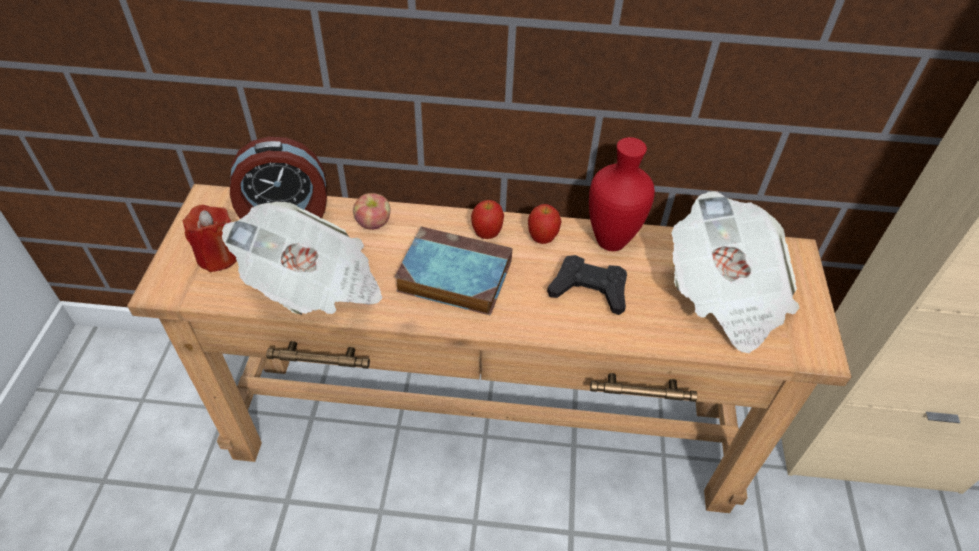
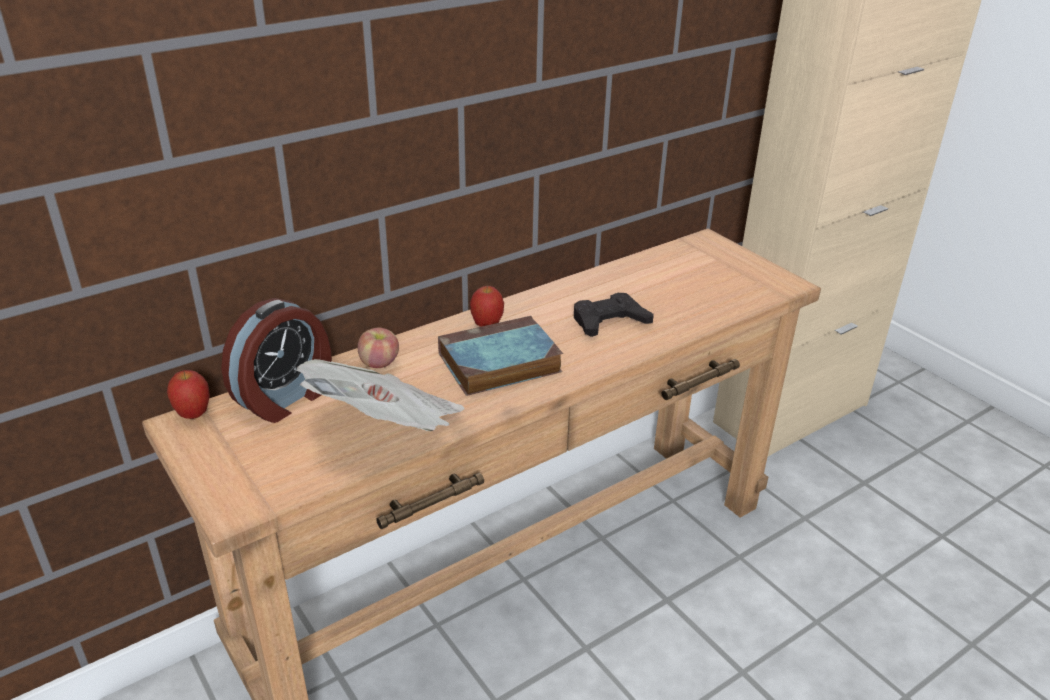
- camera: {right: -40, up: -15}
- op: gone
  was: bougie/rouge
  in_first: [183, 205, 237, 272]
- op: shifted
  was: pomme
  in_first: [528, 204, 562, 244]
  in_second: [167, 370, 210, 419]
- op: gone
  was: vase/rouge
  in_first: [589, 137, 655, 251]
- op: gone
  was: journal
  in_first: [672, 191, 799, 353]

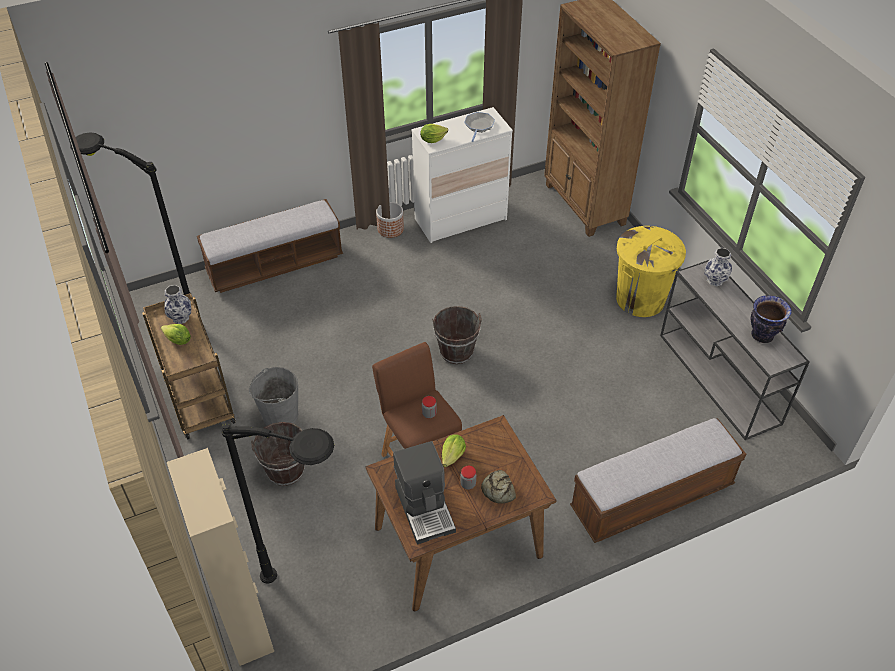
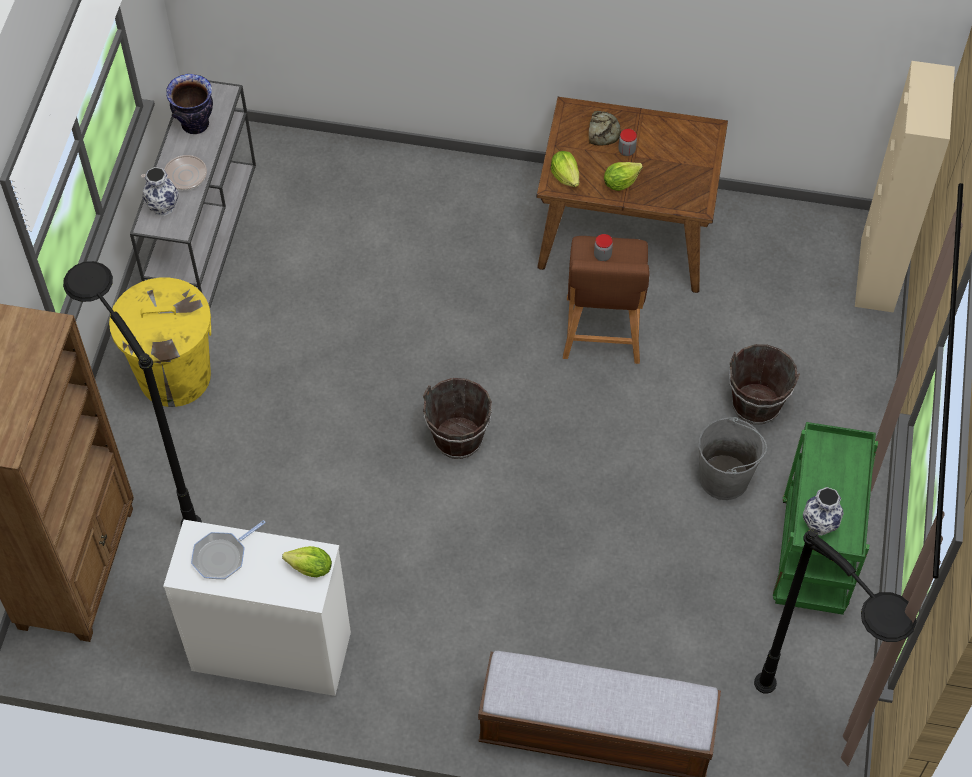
- camera: {right: -145, up: 10}
- op: repainted
  was: chariot/marron
  now: chariot/vert
  in_first: [142, 293, 236, 440]
  in_second: [773, 422, 878, 615]
- op: shifted
  was: laitue
  in_first: [161, 324, 191, 345]
  in_second: [551, 151, 579, 187]
- op: shifted
  was: lampadaire/noir
  in_first: [221, 422, 334, 584]
  in_second: [63, 261, 202, 526]
- op: gone
  was: cache-pot
  in_first: [376, 202, 404, 238]
- op: gone
  was: machine à café
  in_first: [393, 441, 456, 544]
- op: gone
  was: banc
  in_first: [570, 418, 746, 543]
- op: new
  now: poêle
  in_second: [141, 155, 207, 190]

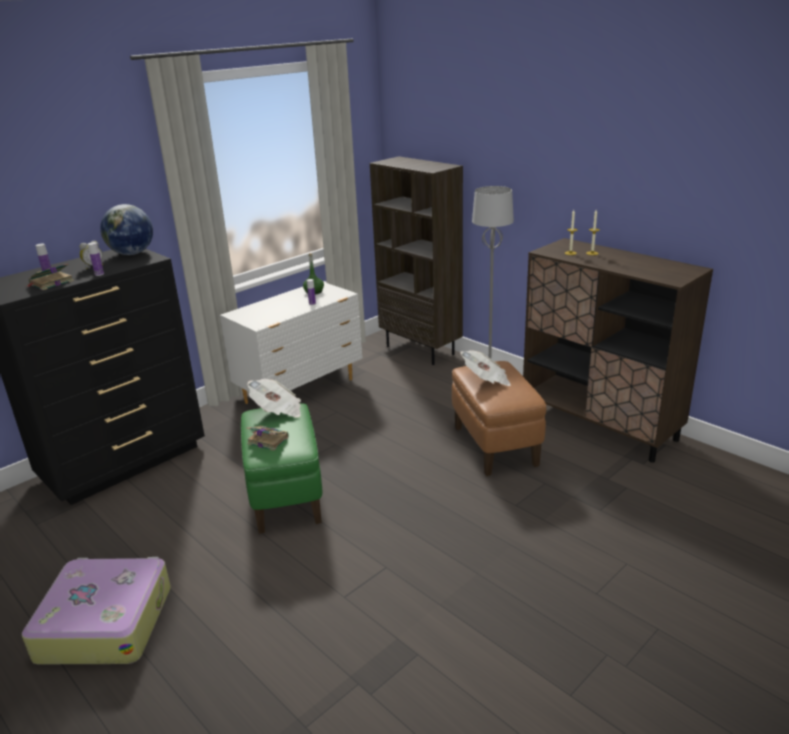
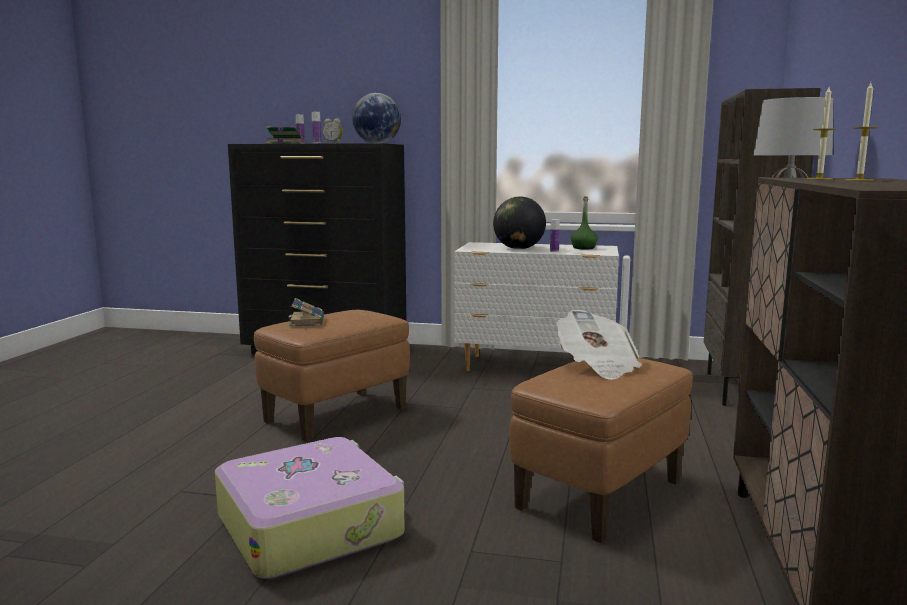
- camera: {right: 55, up: -15}
- op: shifted
  was: valise
  in_first: [22, 557, 171, 664]
  in_second: [215, 437, 405, 579]
- op: repainted
  was: pouf/vert
  now: pouf/marron
  in_first: [241, 403, 322, 534]
  in_second: [254, 310, 410, 442]
- op: gone
  was: journal
  in_first: [247, 379, 301, 417]
- op: new
  now: globe
  in_second: [493, 196, 546, 249]

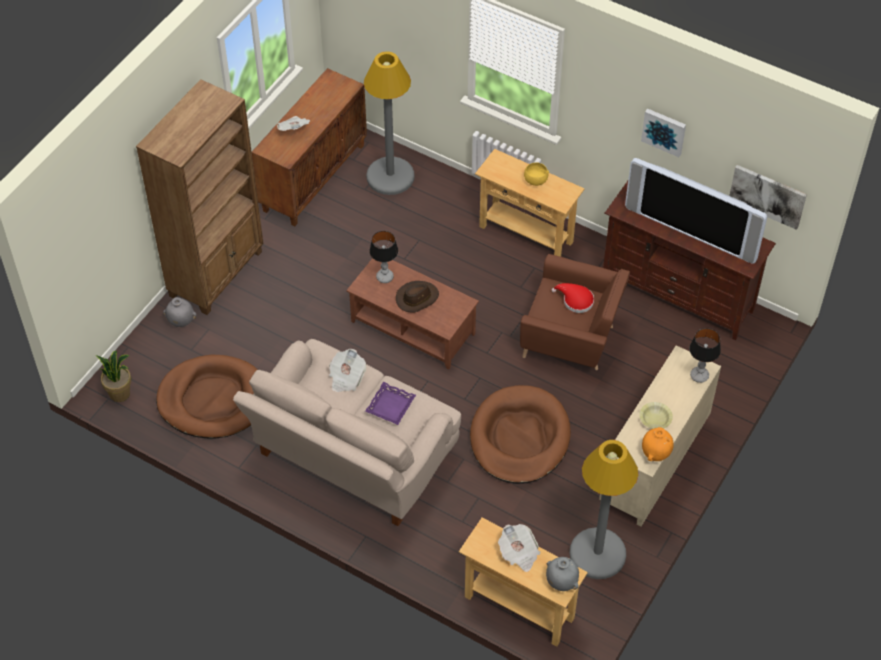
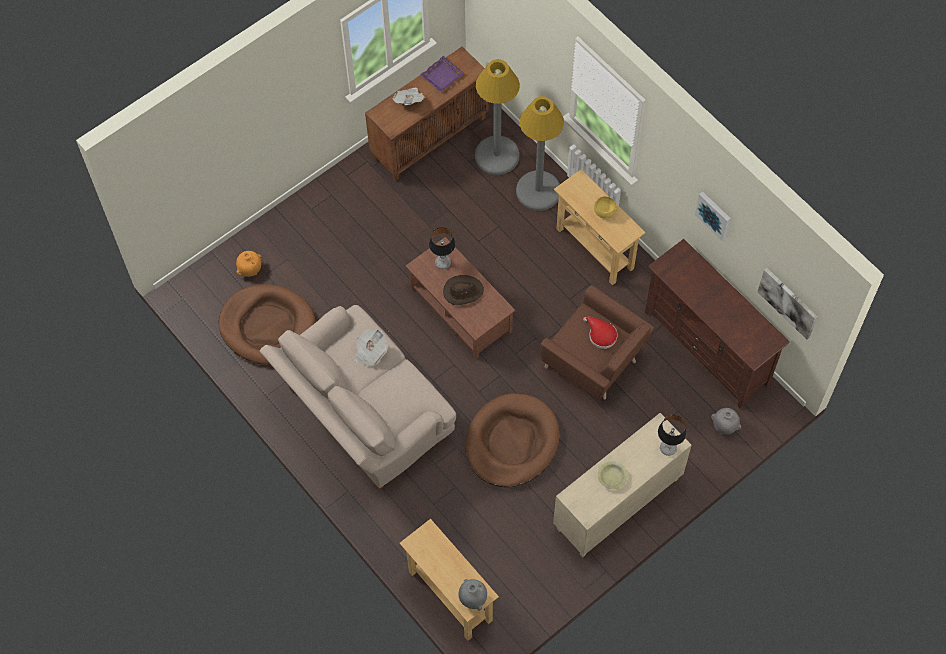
- camera: {right: 20, up: 10}
- op: gone
  was: plante en pot
  in_first: [96, 351, 131, 402]
- op: gone
  was: bibliothèque/marron
  in_first: [136, 79, 264, 315]
- op: shifted
  was: vase/gris
  in_first: [163, 297, 197, 327]
  in_second: [711, 408, 741, 434]
- op: shifted
  was: plateau/violet
  in_first: [365, 382, 416, 425]
  in_second: [420, 56, 464, 92]
- op: gone
  was: journal
  in_first: [498, 524, 541, 572]
- op: shifted
  was: lampadaire/gris
  in_first: [569, 440, 638, 579]
  in_second: [516, 96, 564, 211]
- op: gone
  was: téléviseur
  in_first: [625, 158, 767, 264]
- op: shifted
  was: vase/orange
  in_first: [642, 427, 674, 461]
  in_second: [236, 251, 262, 277]

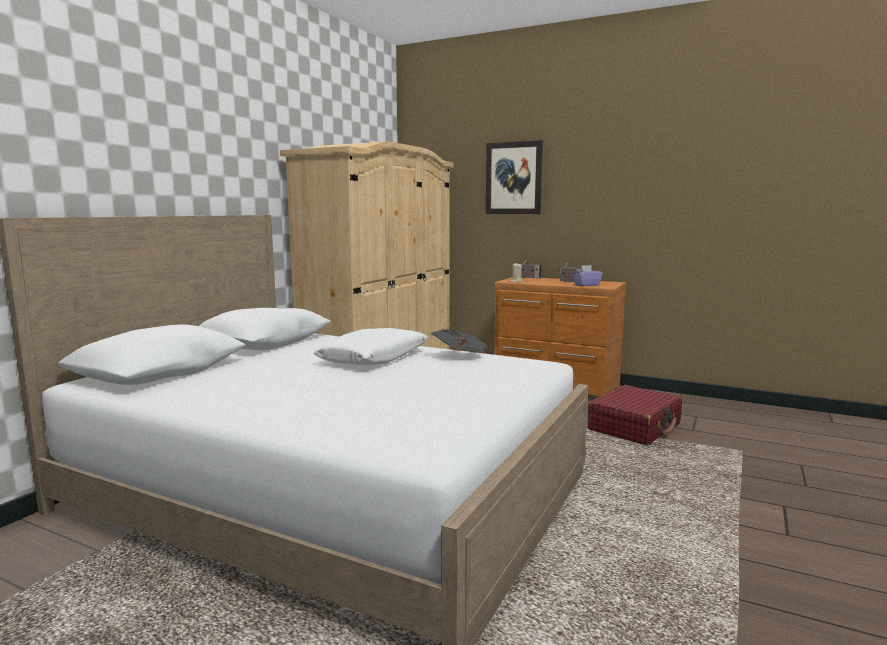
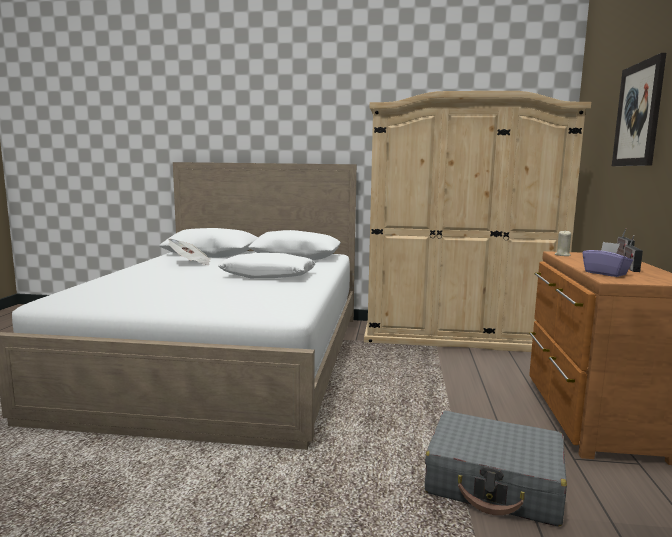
- camera: {right: 70, up: 0}
- op: shifted
  was: journal
  in_first: [431, 329, 488, 352]
  in_second: [168, 239, 211, 265]
- op: repainted
  was: valise/rouge
  now: valise/gris
  in_first: [587, 385, 682, 445]
  in_second: [425, 411, 567, 527]

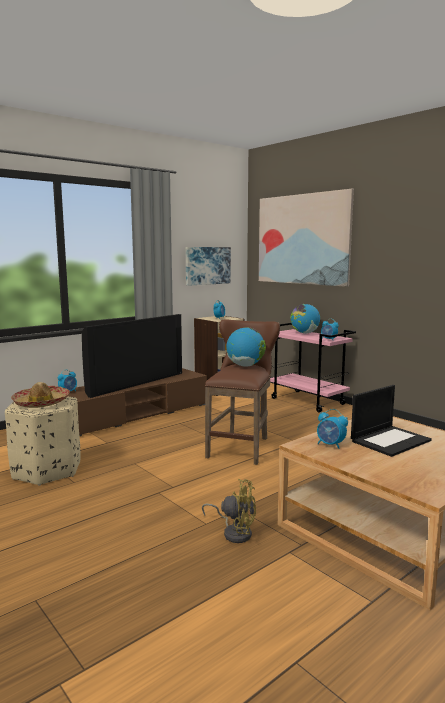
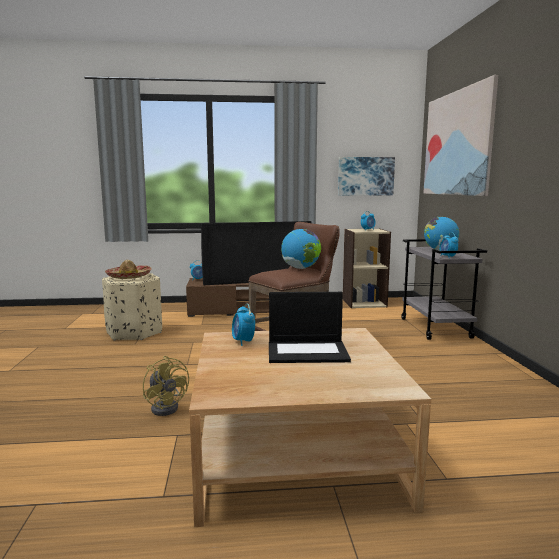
- camera: {right: 35, up: 0}
- op: repainted
  was: chariot/rose
  now: chariot/gris
  in_first: [270, 323, 356, 413]
  in_second: [401, 239, 487, 340]

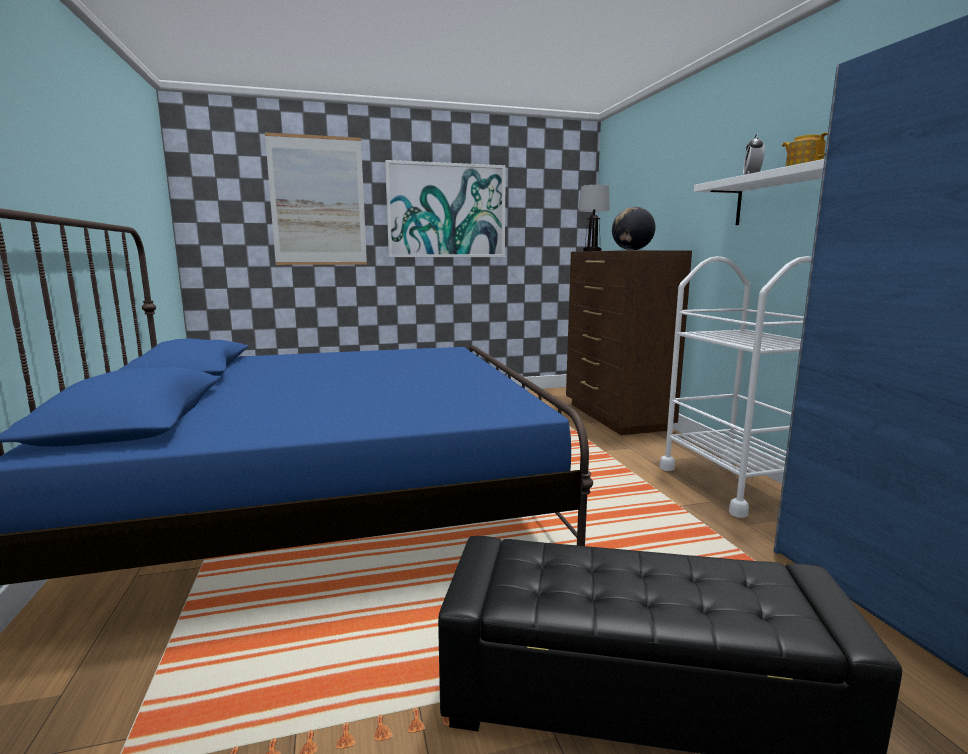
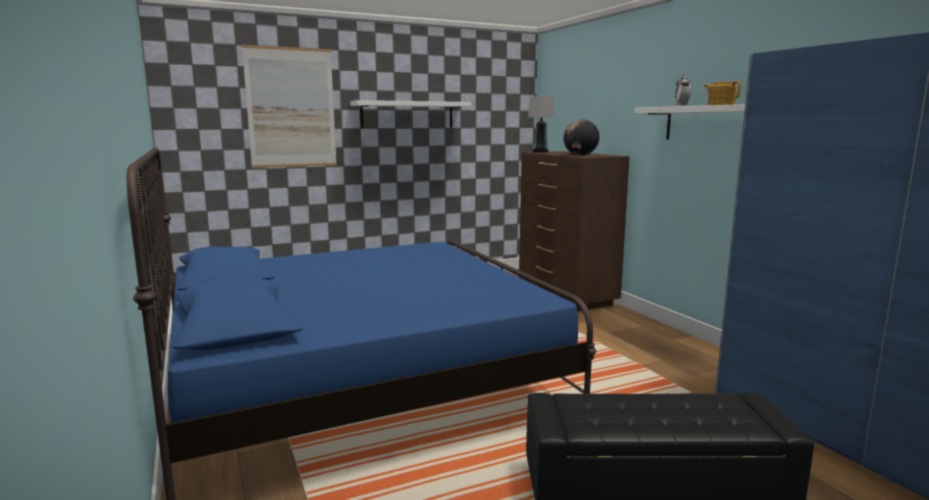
- camera: {right: -10, up: 0}
- op: swapped
  was: tableau
  now: étagère/blanc
  in_first: [385, 160, 506, 257]
  in_second: [350, 100, 471, 128]
- op: gone
  was: chariot/blanc
  in_first: [660, 256, 812, 518]

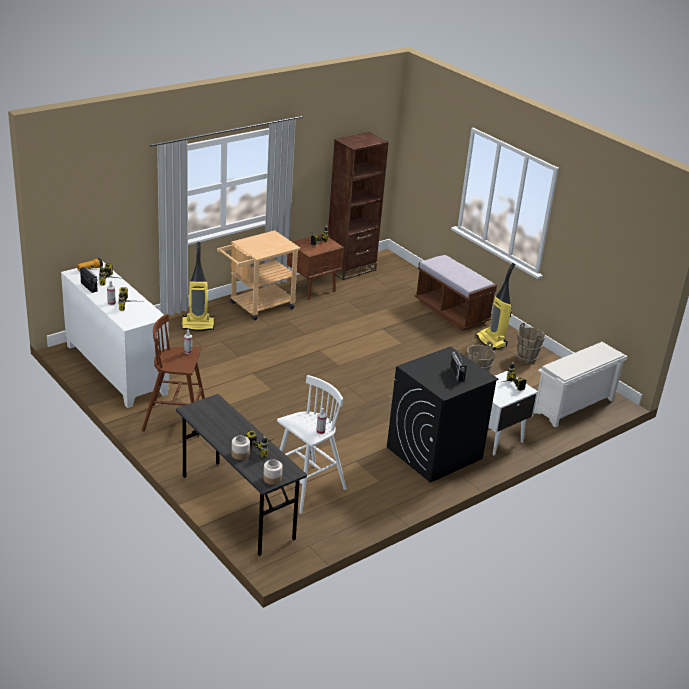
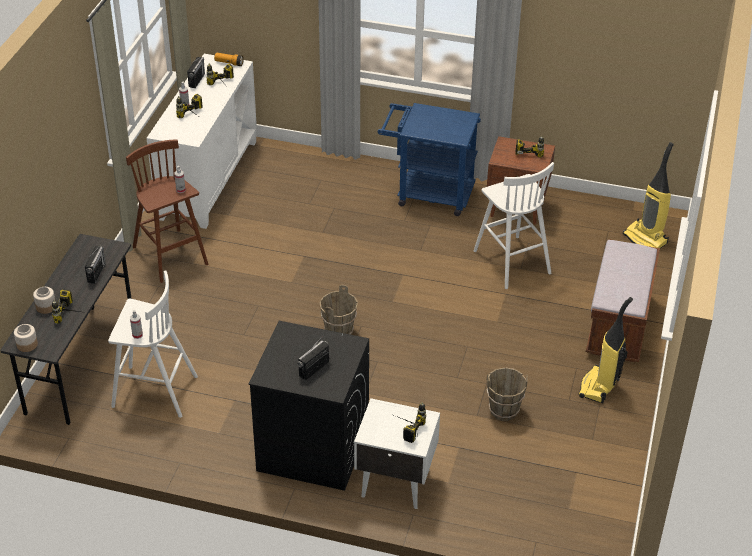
- camera: {right: 55, up: 10}
- op: shifted
  was: aspirateur
  in_first: [182, 242, 214, 331]
  in_second: [623, 142, 674, 248]
- op: repainted
  was: chariot/beige
  now: chariot/bleu
  in_first: [217, 230, 301, 321]
  in_second: [377, 103, 481, 216]
- op: gone
  was: bibliothèque/marron
  in_first: [328, 132, 389, 280]
- op: shifted
  was: seau/marron
  in_first: [516, 322, 545, 364]
  in_second: [320, 285, 358, 335]
- op: gone
  was: étagère à chaussures/blanc
  in_first: [534, 342, 627, 427]
- op: new
  now: radio
  in_second: [85, 246, 106, 284]
- op: new
  now: tabouret/blanc
  in_second: [474, 162, 554, 289]

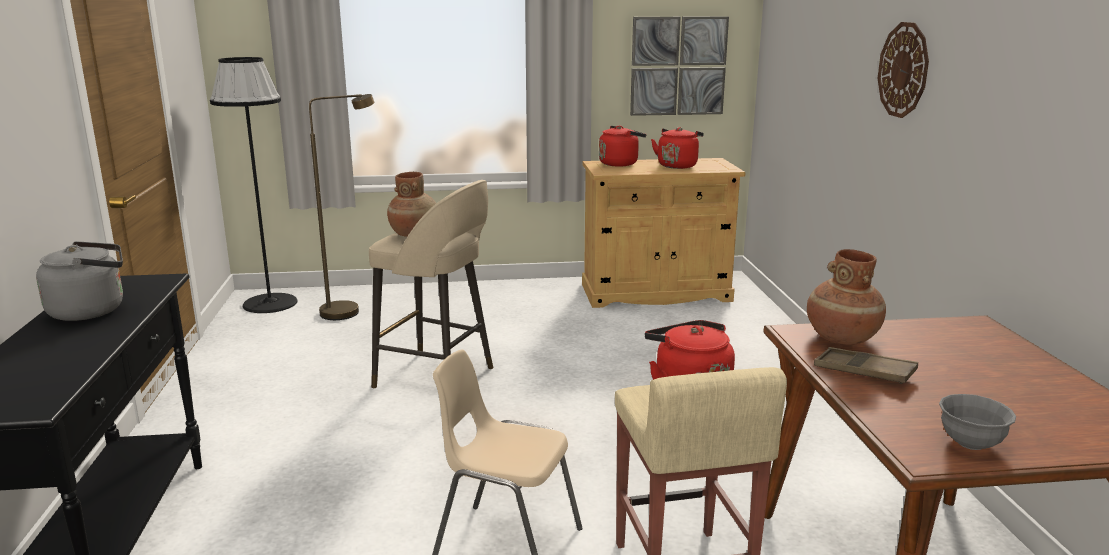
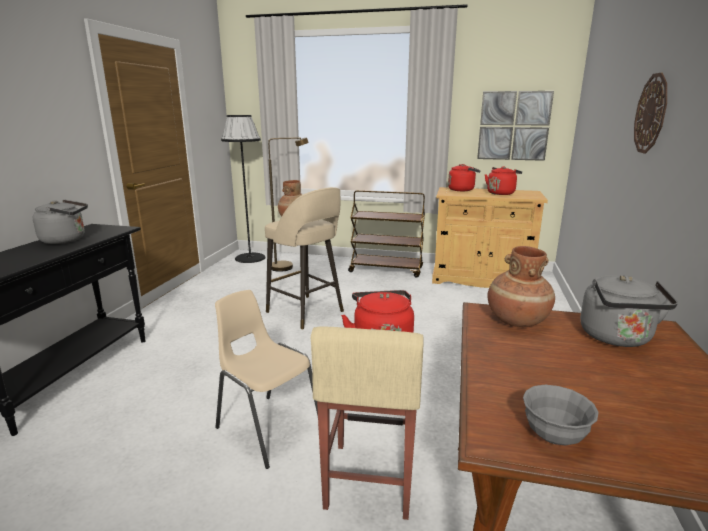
- camera: {right: 20, up: 0}
- op: gone
  was: plateau/marron
  in_first: [814, 347, 918, 384]
- op: new
  now: chariot/marron
  in_second: [348, 190, 425, 278]
- op: new
  now: bouilloire/gris
  in_second: [580, 275, 678, 347]

